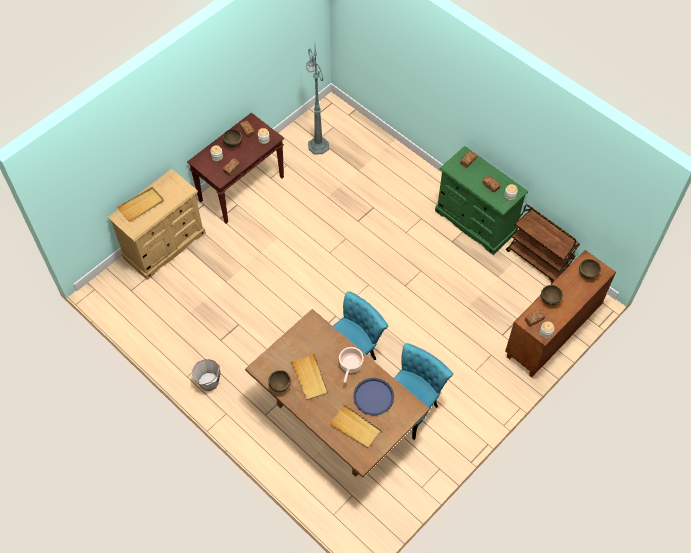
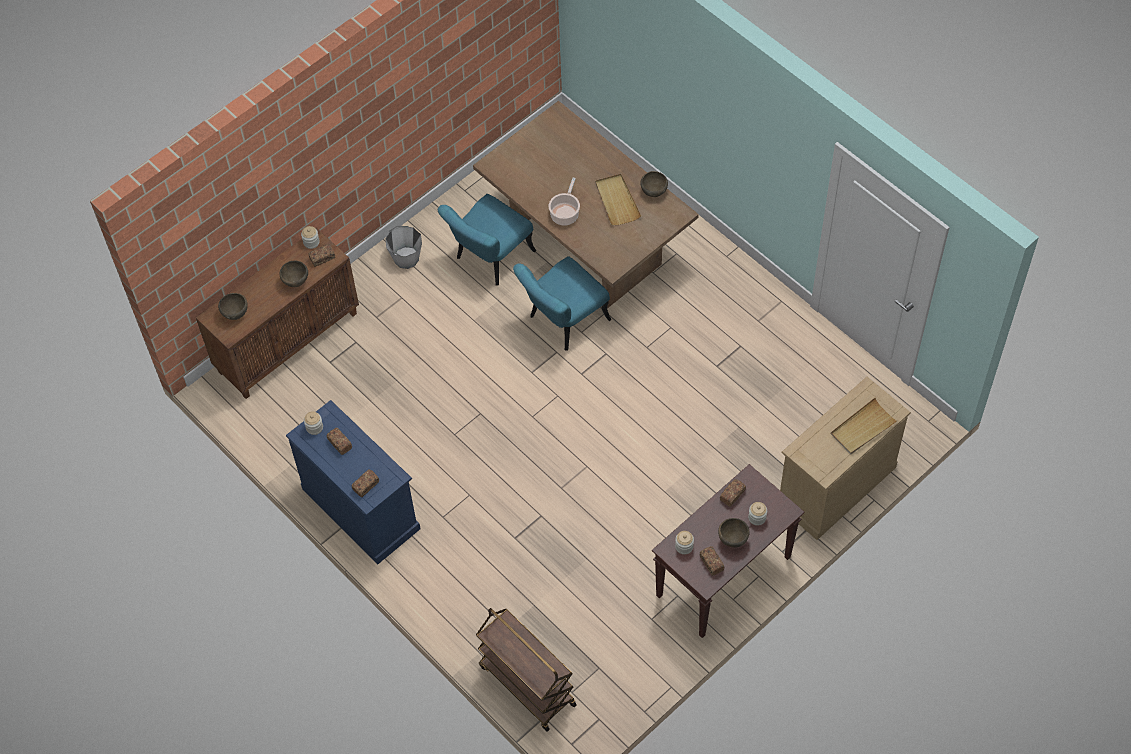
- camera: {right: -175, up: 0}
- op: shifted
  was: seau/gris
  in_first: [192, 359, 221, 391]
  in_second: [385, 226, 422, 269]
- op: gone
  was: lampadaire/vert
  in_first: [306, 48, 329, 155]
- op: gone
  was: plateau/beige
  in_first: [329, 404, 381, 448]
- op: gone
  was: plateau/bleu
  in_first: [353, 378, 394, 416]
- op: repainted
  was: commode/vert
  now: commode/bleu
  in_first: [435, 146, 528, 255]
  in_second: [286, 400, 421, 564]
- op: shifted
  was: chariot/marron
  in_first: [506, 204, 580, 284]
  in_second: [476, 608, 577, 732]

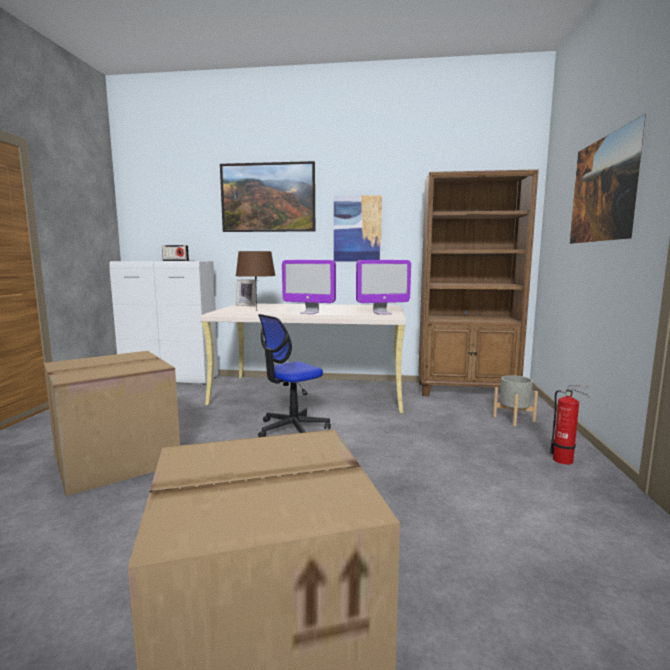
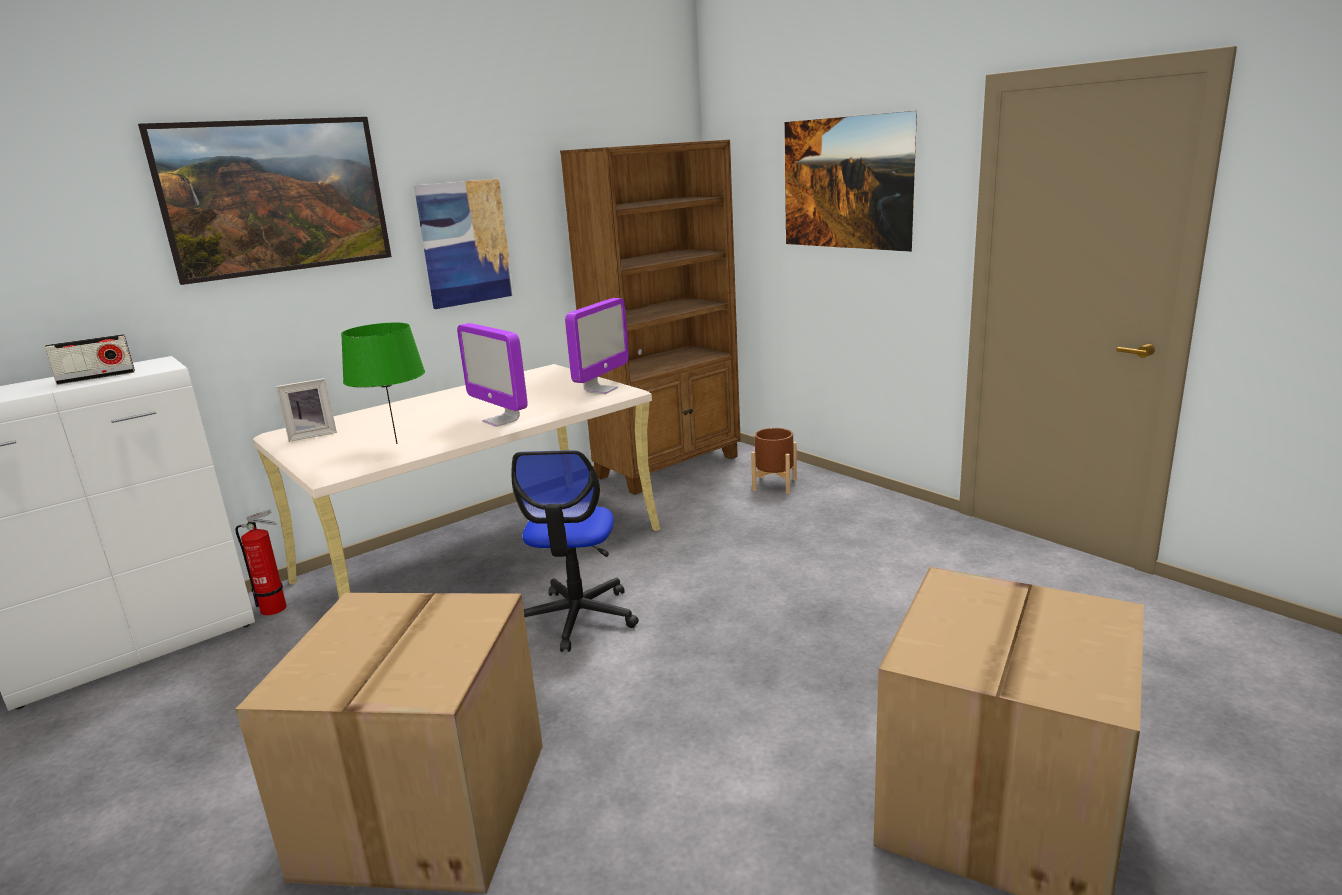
- camera: {right: -45, up: 10}
- op: repainted
  was: lampe de table/marron
  now: lampe de table/vert
  in_first: [236, 251, 276, 308]
  in_second: [341, 323, 425, 444]
- op: rotated
  was: écran d'ordinateur
  in_first: [282, 260, 336, 314]
  in_second: [457, 323, 528, 427]
  clockwise: 75
- op: repainted
  was: cache-pot/gris
  now: cache-pot/marron
  in_first: [493, 375, 538, 426]
  in_second: [751, 428, 797, 494]
- op: shifted
  was: extincteur
  in_first: [550, 385, 590, 465]
  in_second: [235, 510, 287, 615]

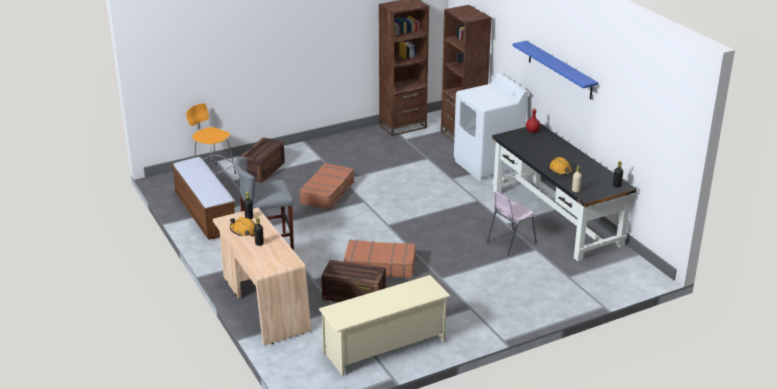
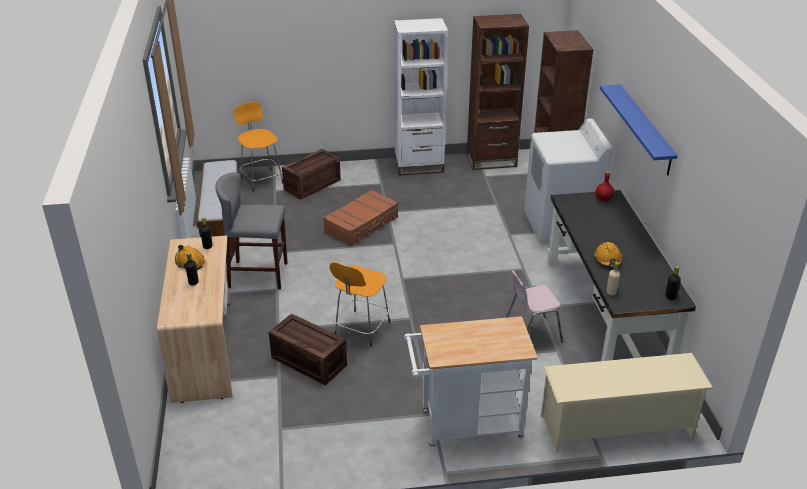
- camera: {right: 20, up: 5}
- op: shifted
  was: étagère à chaussures/beige
  in_first: [319, 275, 451, 376]
  in_second: [541, 353, 714, 452]
- op: swapped
  was: valise/marron
  now: tabouret/orange
  in_first: [344, 240, 416, 278]
  in_second: [329, 262, 390, 347]
- op: new
  now: bibliothèque/blanc
  in_second: [394, 18, 448, 176]
- op: new
  now: chariot/blanc
  in_second: [404, 316, 538, 448]

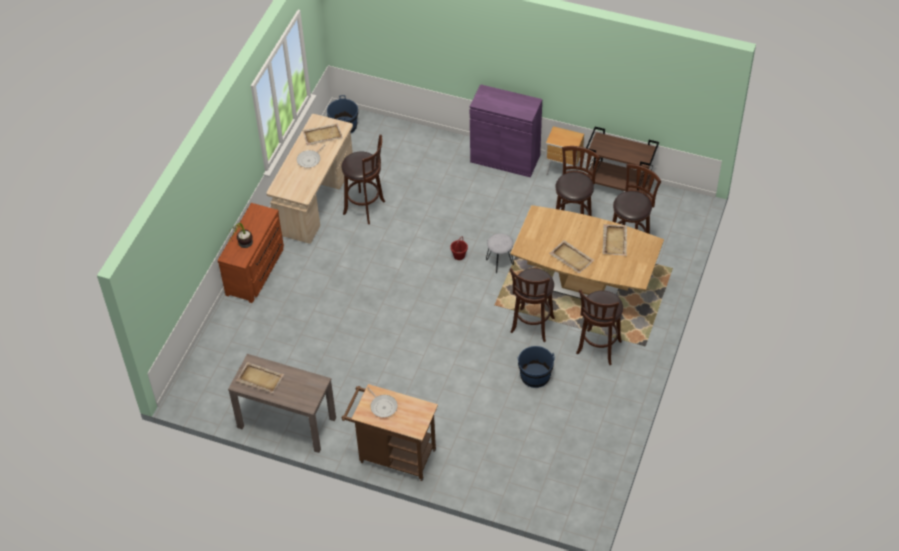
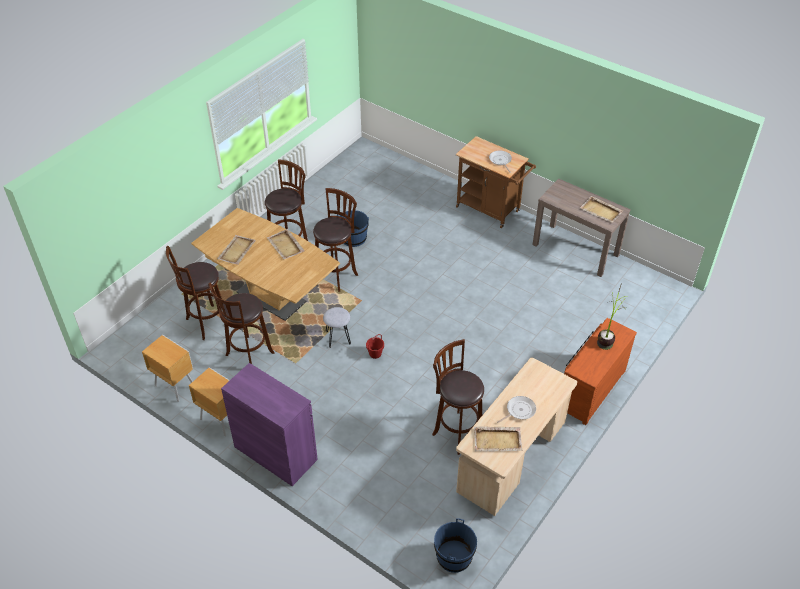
- camera: {right: -165, up: -5}
- op: swapped
  was: chariot/marron
  now: table de chevet/marron
  in_first: [586, 127, 659, 194]
  in_second: [142, 335, 193, 402]

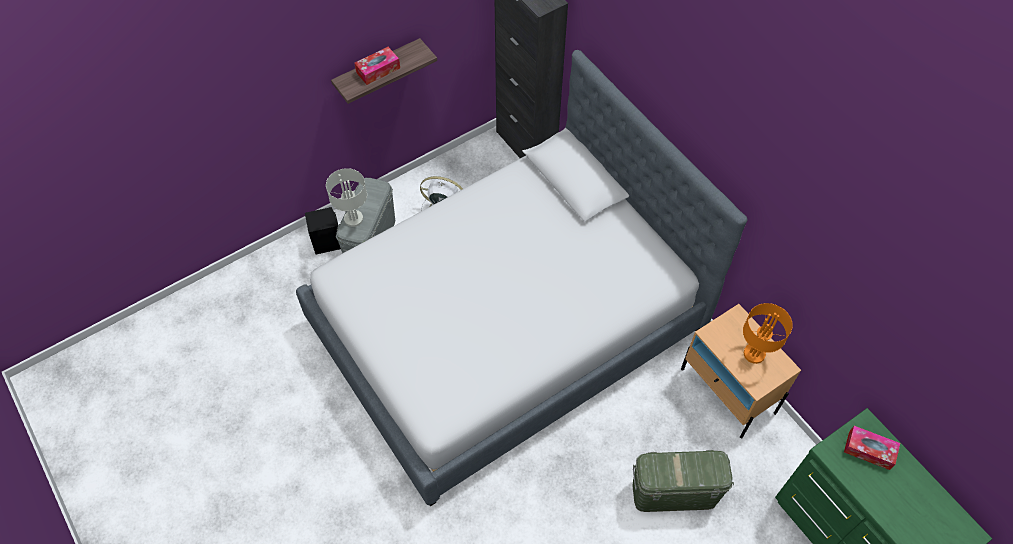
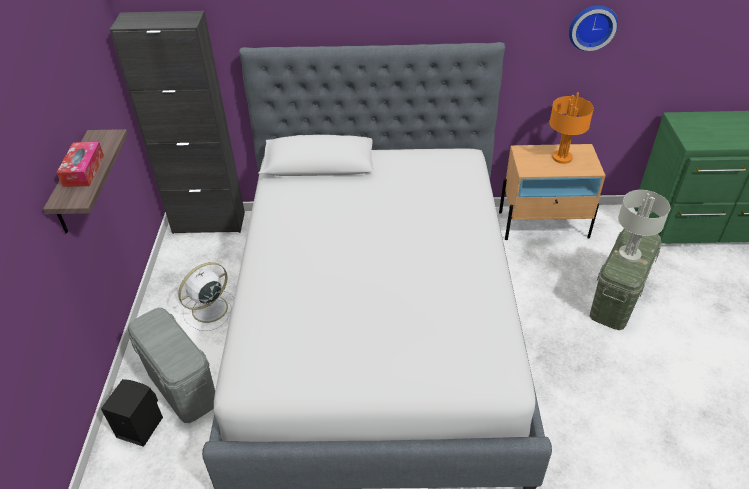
- camera: {right: -55, up: -15}
- op: shifted
  was: lampe de table/gris
  in_first: [326, 168, 367, 227]
  in_second: [618, 190, 670, 262]
- op: gone
  was: boîte à mouchoirs
  in_first: [844, 426, 900, 470]
- op: new
  now: horloge murale
  in_second: [569, 5, 618, 51]

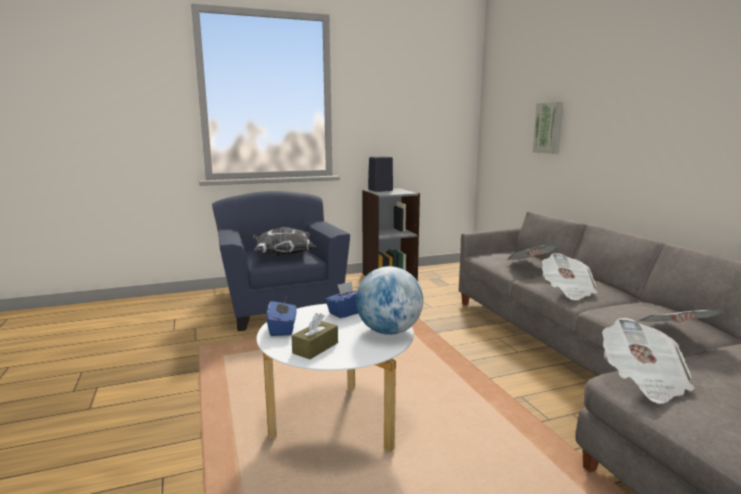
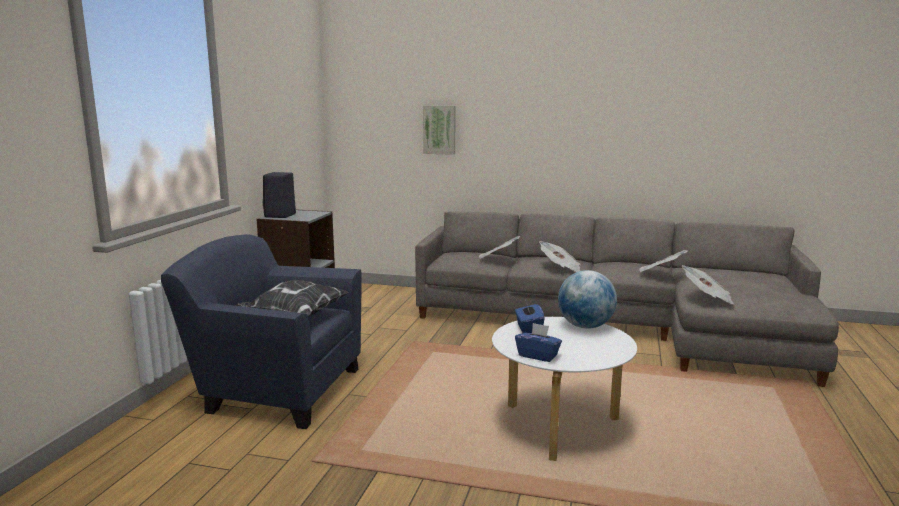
- camera: {right: -55, up: 0}
- op: gone
  was: boîte à mouchoirs/marron
  in_first: [291, 313, 338, 359]

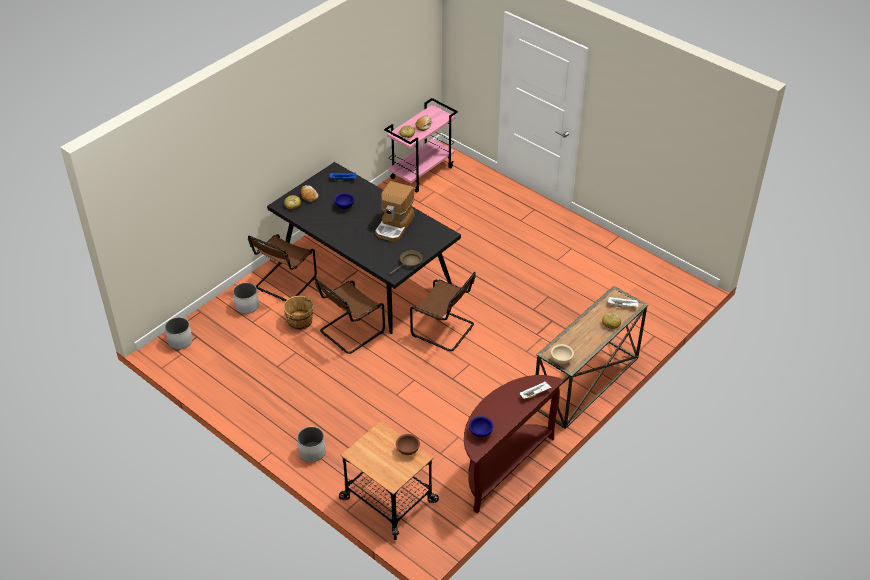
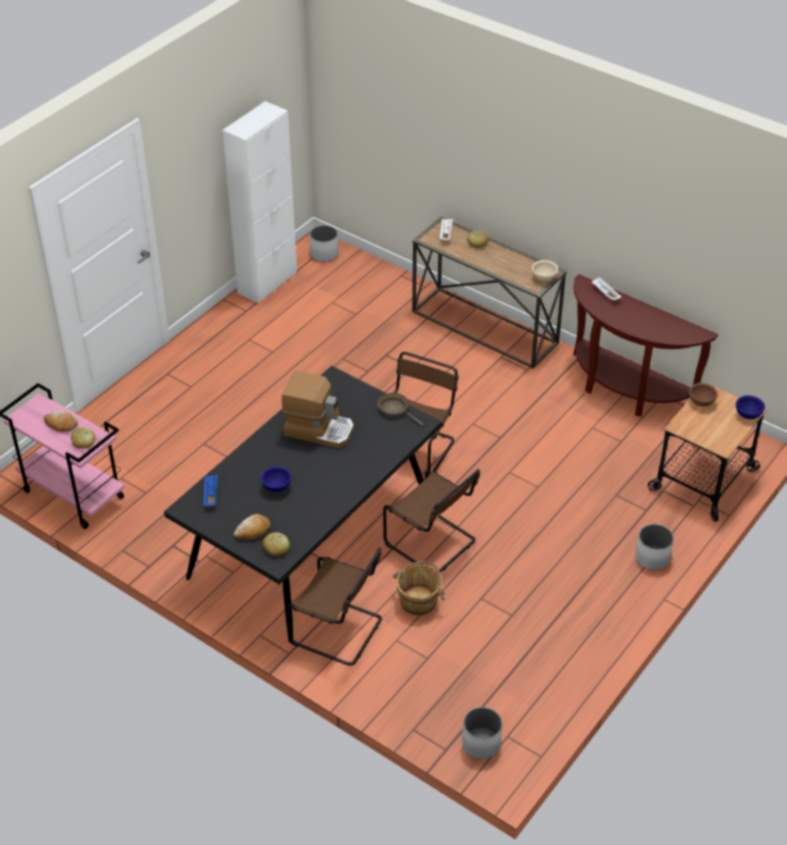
- camera: {right: -95, up: 0}
- op: shifted
  was: cache-pot/blanc
  in_first: [233, 283, 259, 314]
  in_second: [310, 225, 339, 262]
- op: shifted
  was: bol/bleu
  in_first: [469, 416, 493, 438]
  in_second: [736, 395, 765, 419]
- op: new
  now: meuble de rangement/blanc
  in_second: [222, 101, 297, 304]

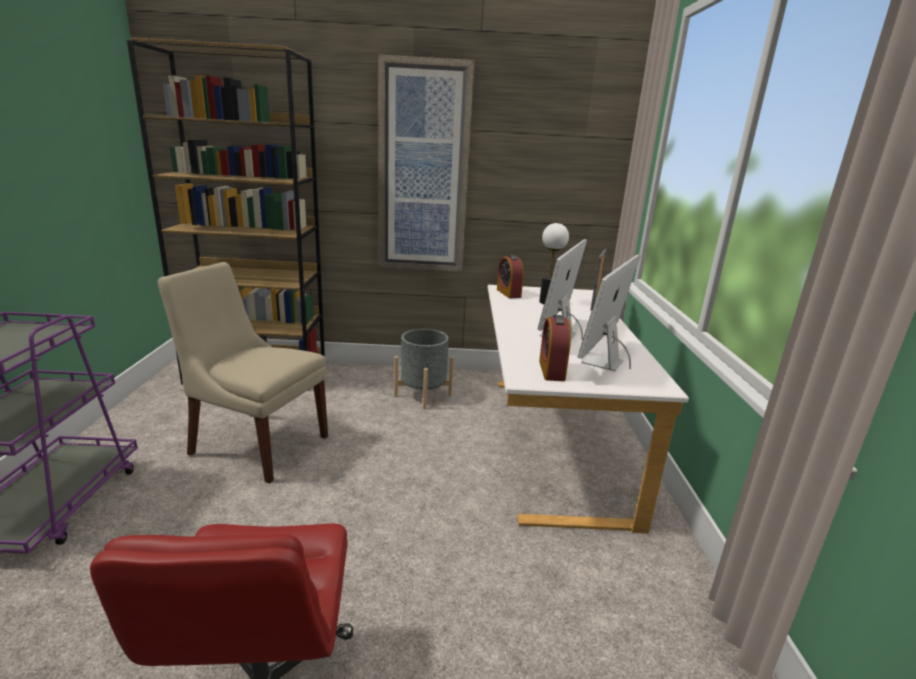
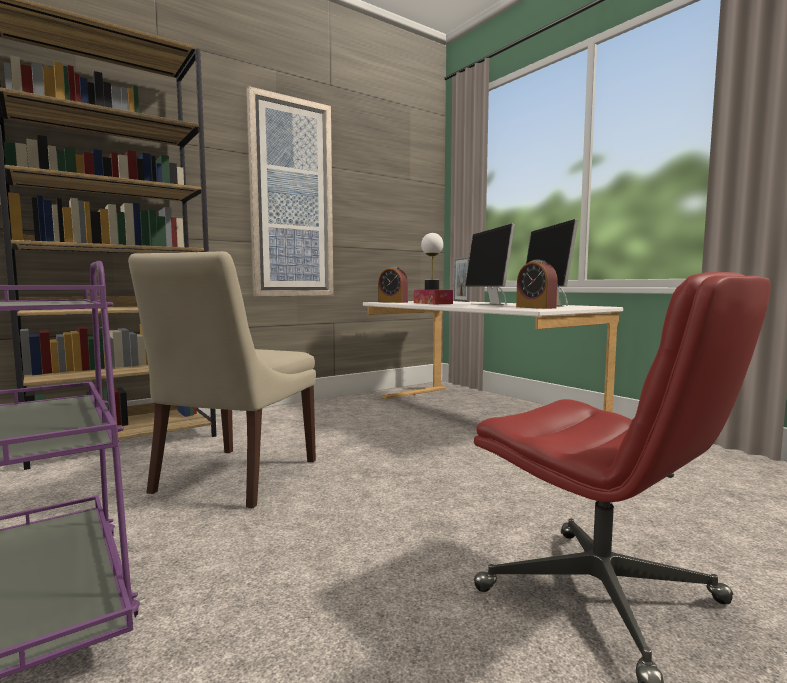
- camera: {right: -35, up: -15}
- op: rotated
  was: chaise/beige
  in_first: [158, 262, 328, 484]
  in_second: [128, 251, 316, 508]
  clockwise: -60
- op: gone
  was: cache-pot/gris
  in_first: [394, 329, 454, 410]
- op: new
  now: boîte à mouchoirs
  in_second: [414, 290, 453, 304]

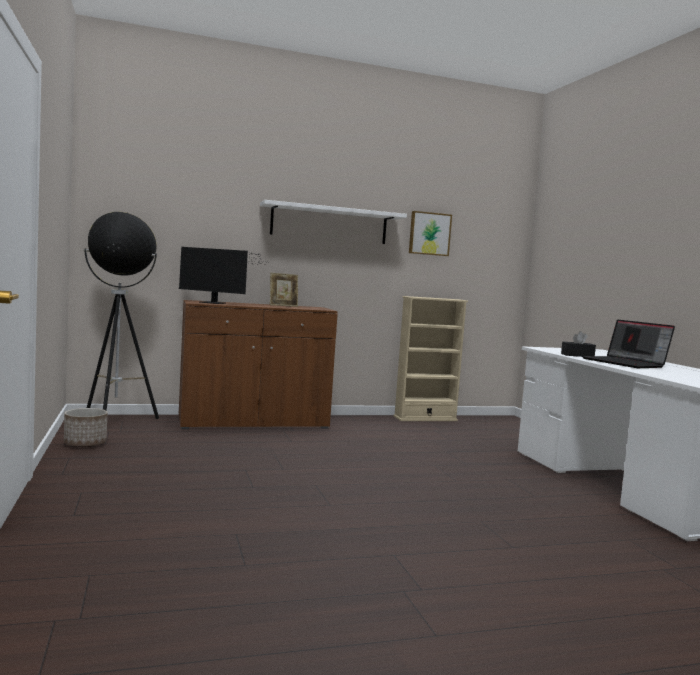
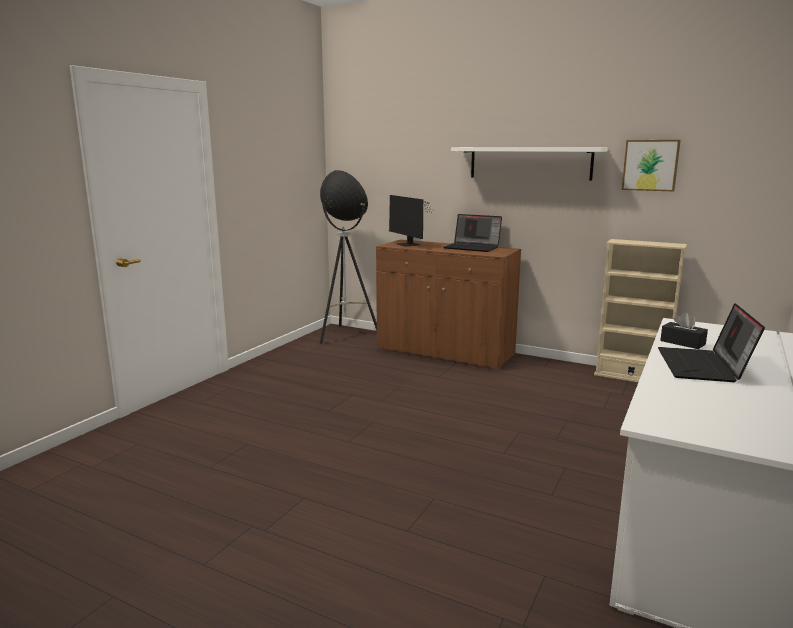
- camera: {right: 45, up: 10}
- op: gone
  was: cache-pot
  in_first: [64, 408, 107, 447]
- op: swapped
  was: cadre photo
  now: ordinateur portable
  in_first: [270, 273, 298, 307]
  in_second: [444, 214, 502, 252]

